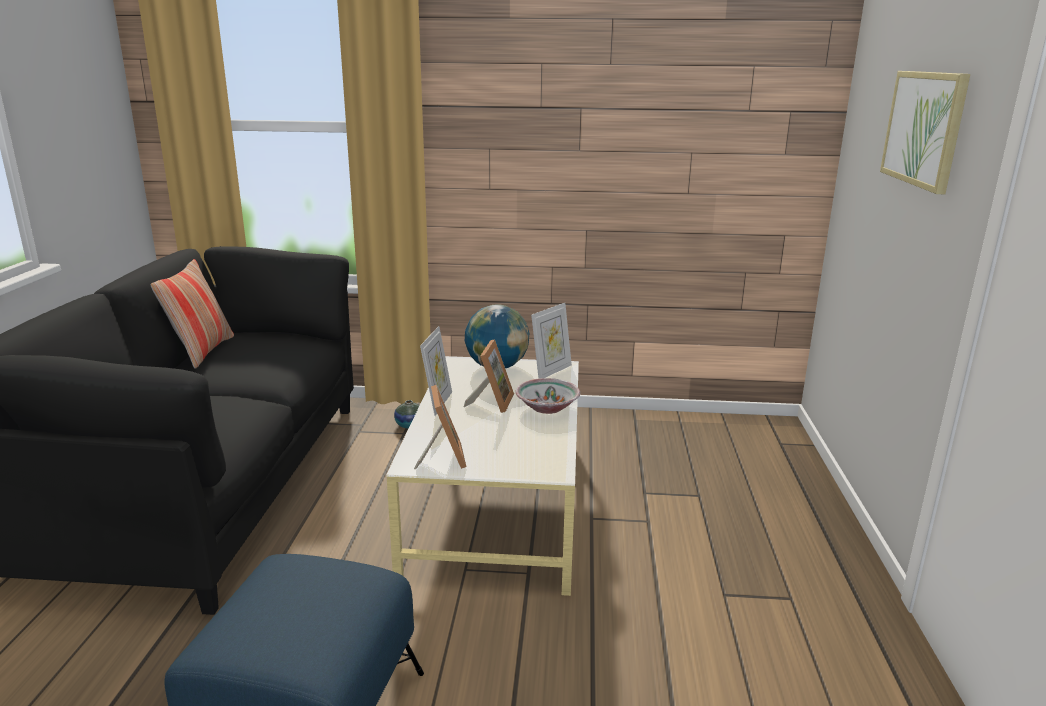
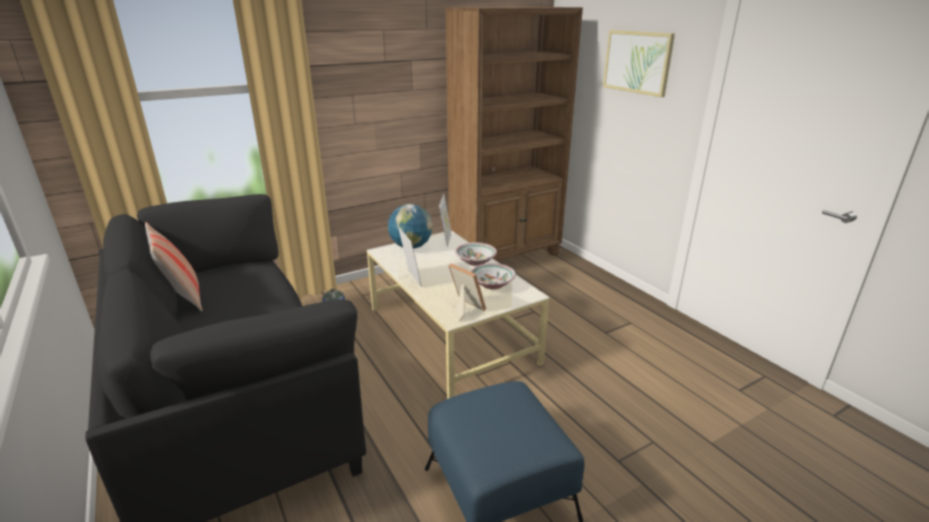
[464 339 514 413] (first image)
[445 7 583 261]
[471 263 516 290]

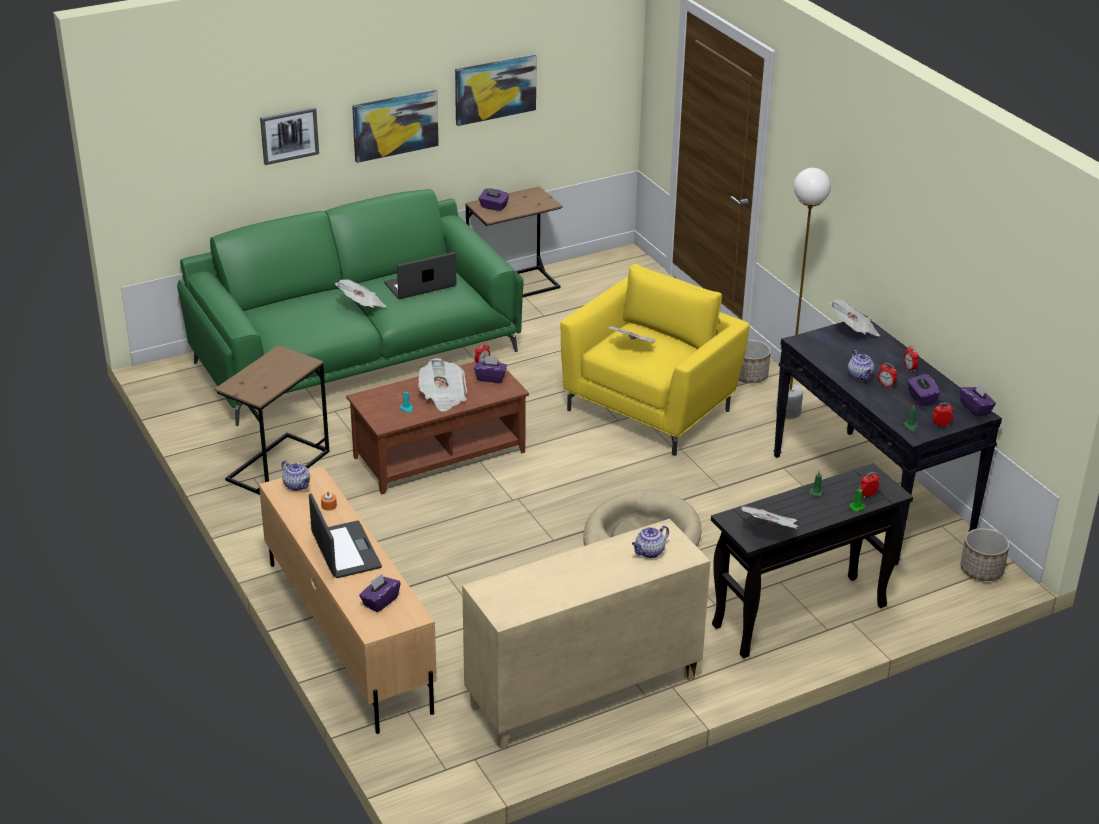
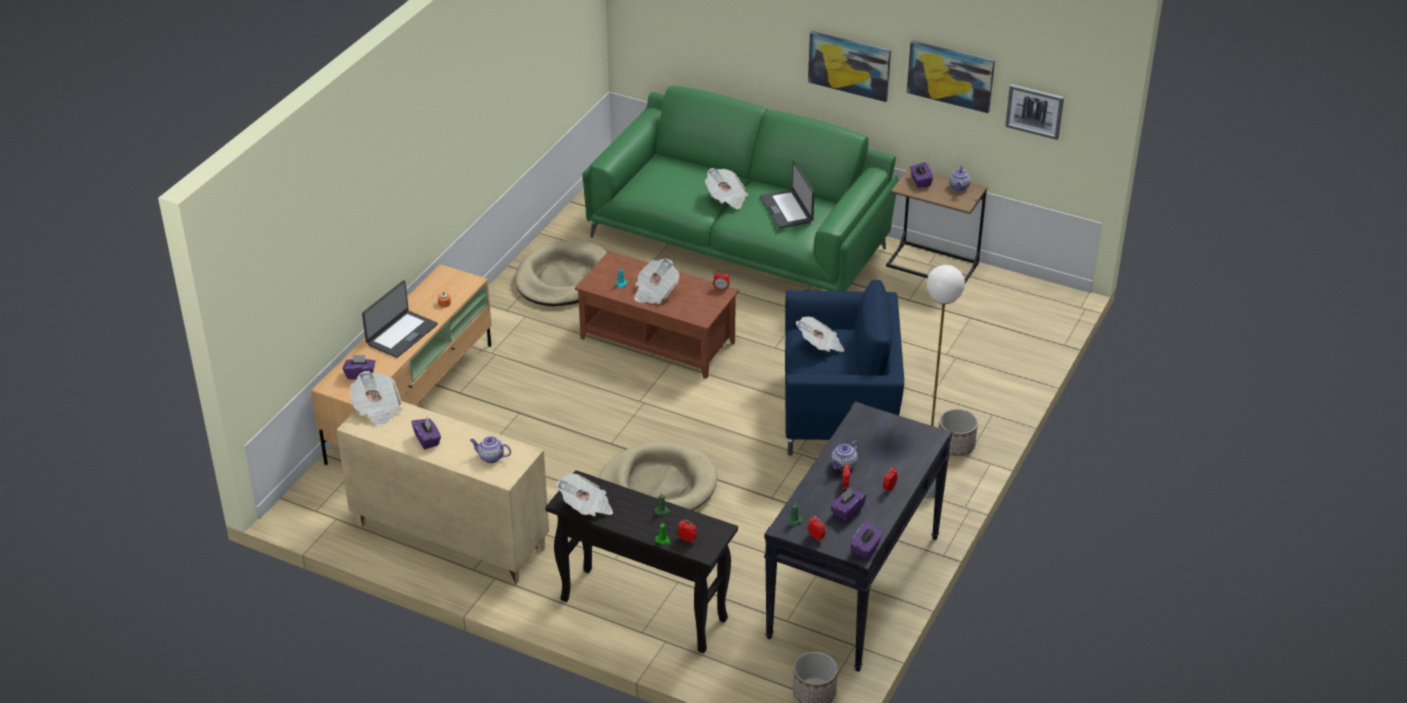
[515 239 607 306]
[1005 84 1064 140]
[949 166 971 191]
[760 161 815 229]
[412 417 441 449]
[785 279 904 456]
[350 371 402 426]

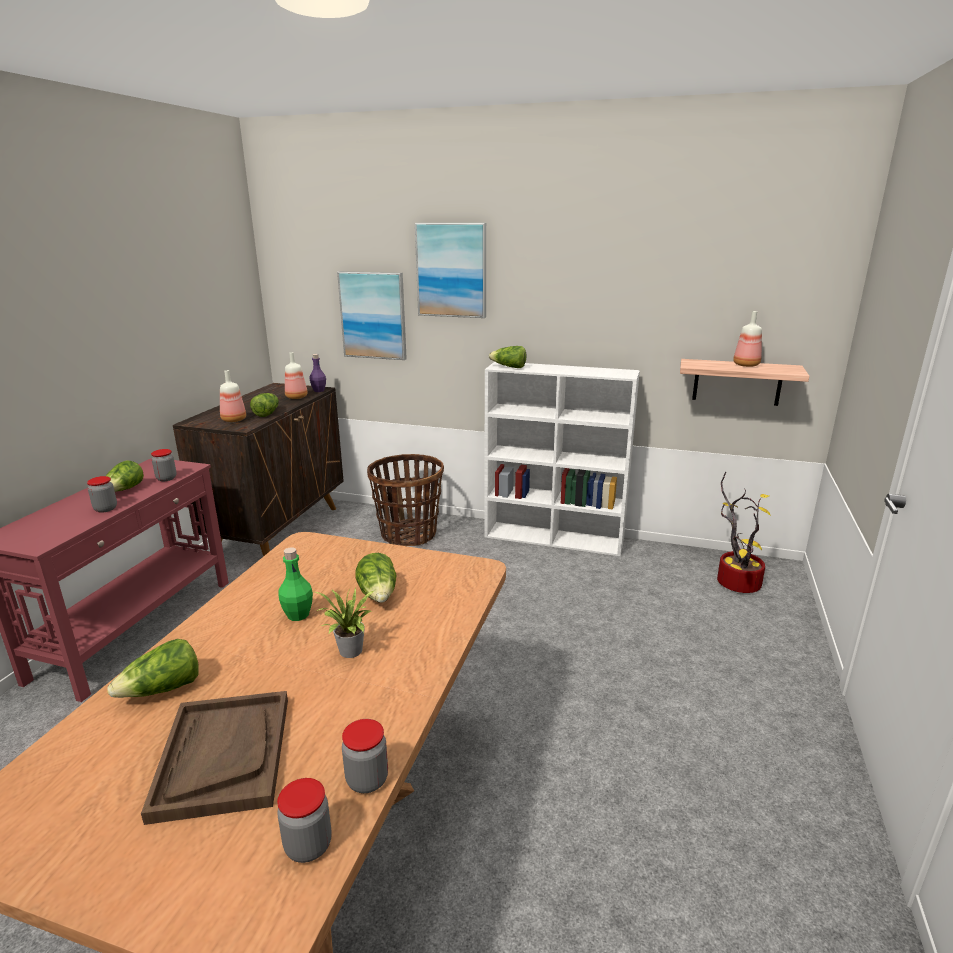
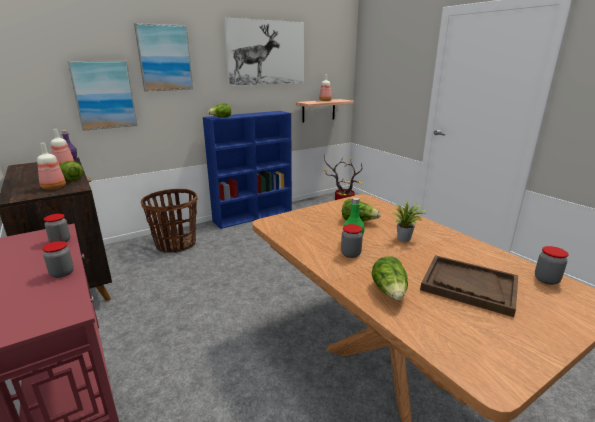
[106 460 144 492] (first image)
[341 224 363 258]
[203 111 292 229]
[224 18 304 86]

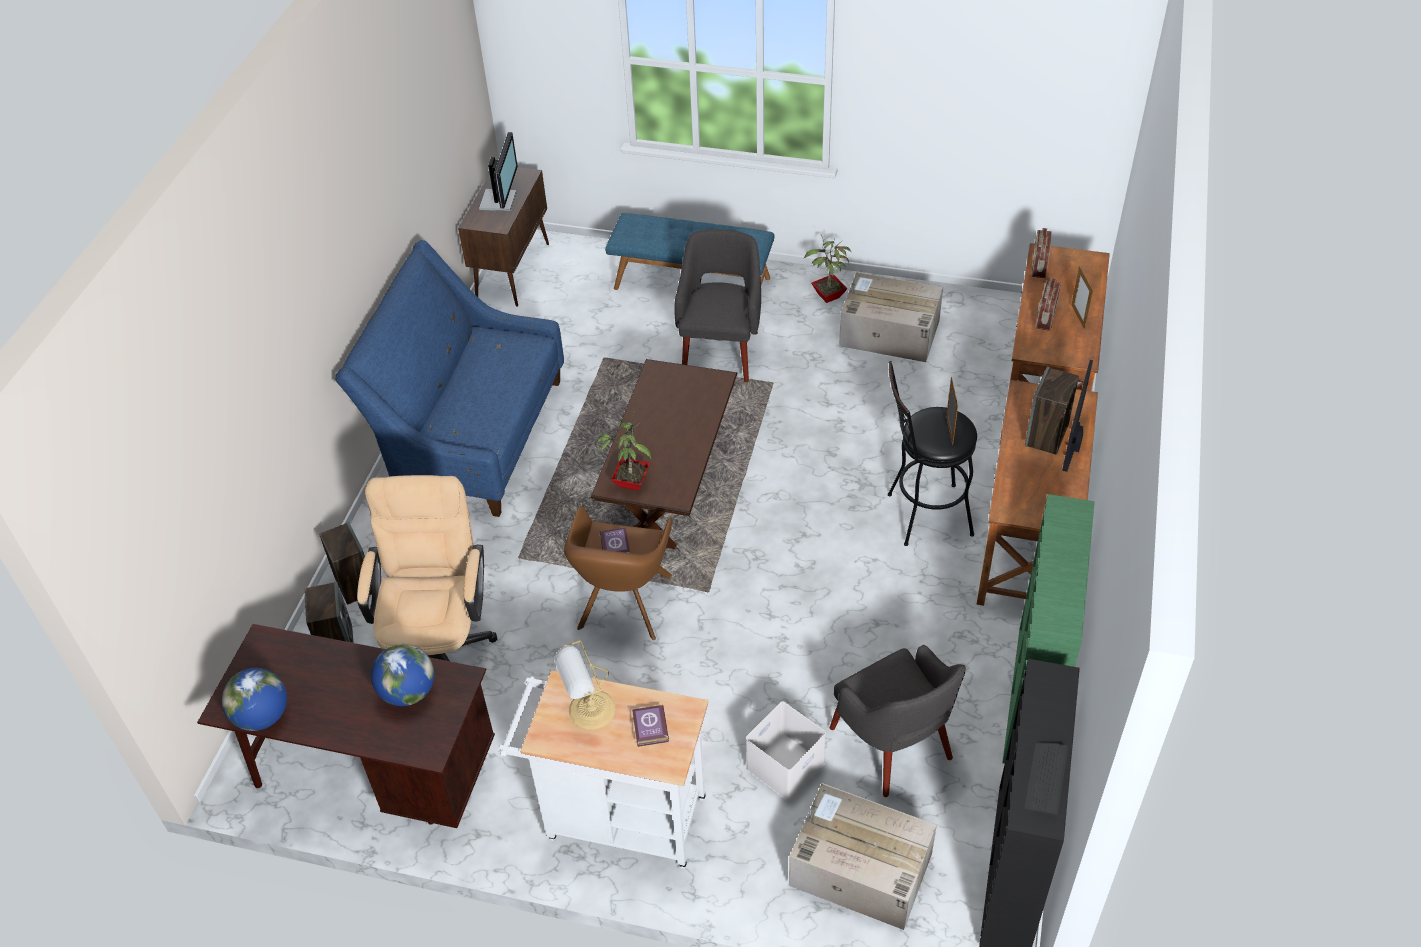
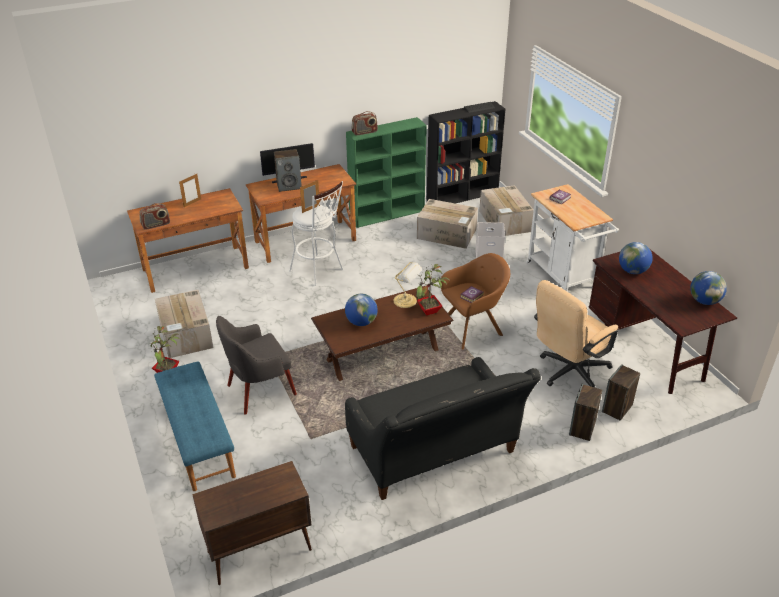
[345 357 541 500]
[479 132 518 211] (first image)
[394 262 422 308]
[417 199 478 249]
[289 181 343 286]
[352 111 378 135]
[345 294 378 326]

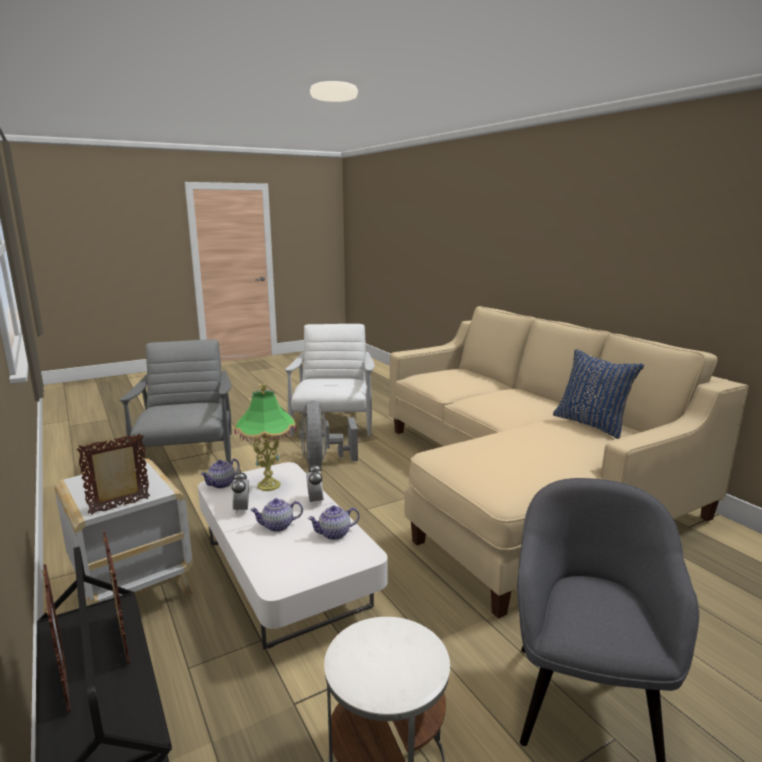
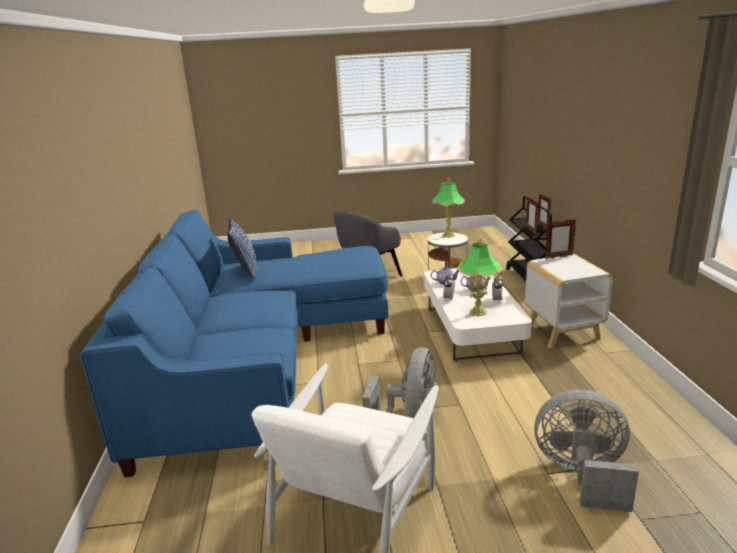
[534 390 639 512]
[201 459 240 488] (first image)
[80 209 389 477]
[432 178 465 238]

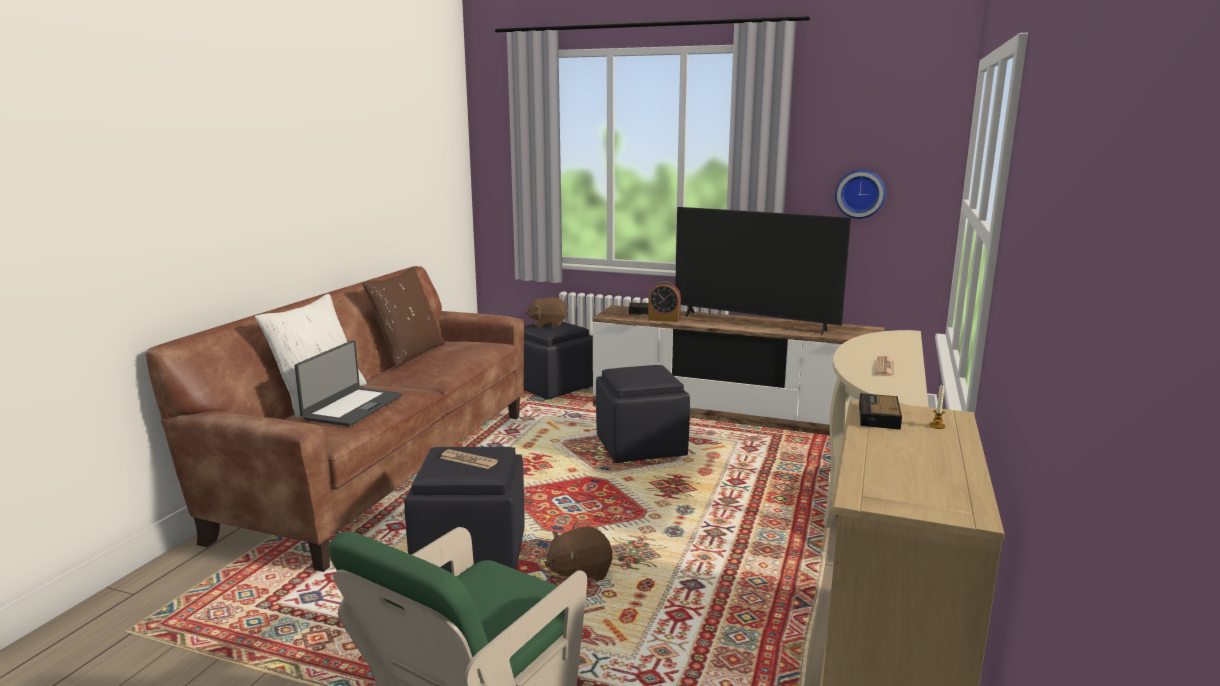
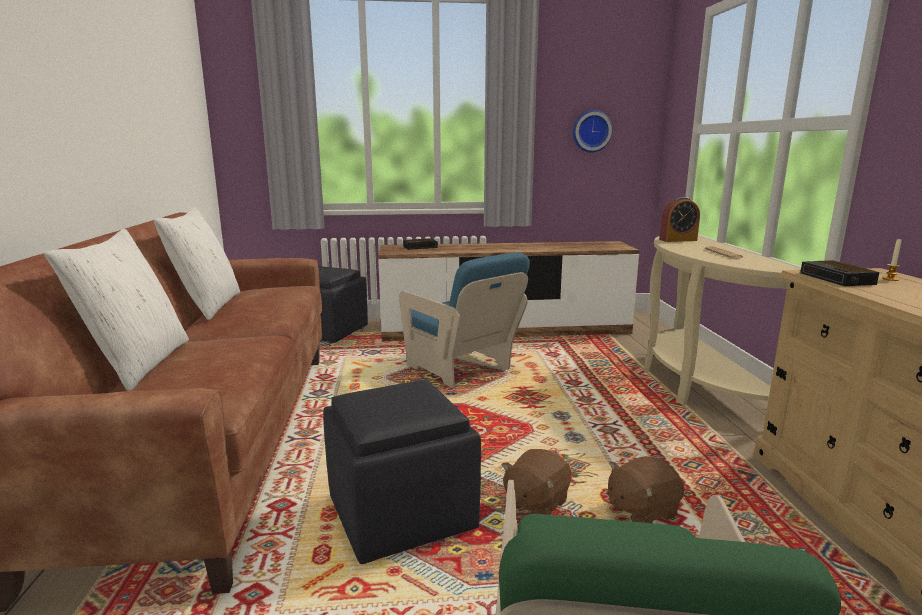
[294 340 402 426] (first image)
[154 207 240 320]
[440 449 498 469] (first image)
[608 456 685 523]
[399 252 530 388]
[659 197 700 242]
[675 207 851 335] (first image)

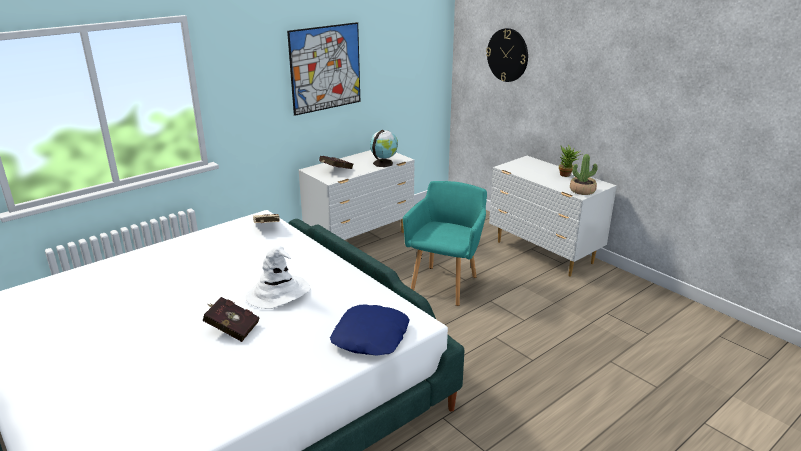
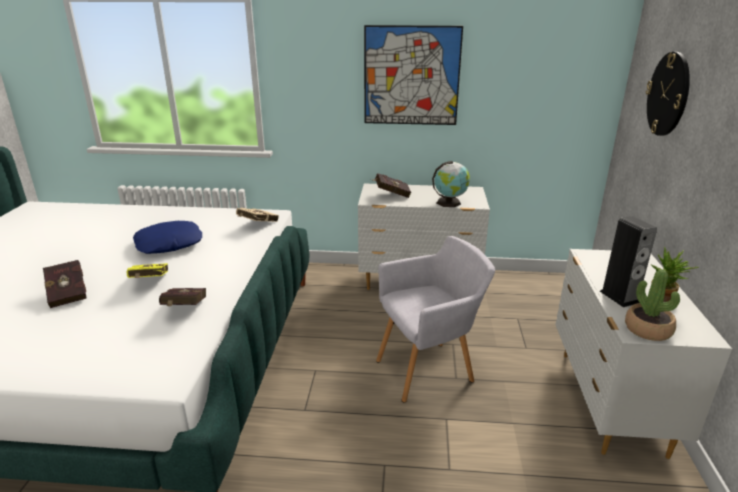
[127 263 168 278]
[133 221 202 254]
[376 236 495 403]
[159 288 206 307]
[600 216 657 307]

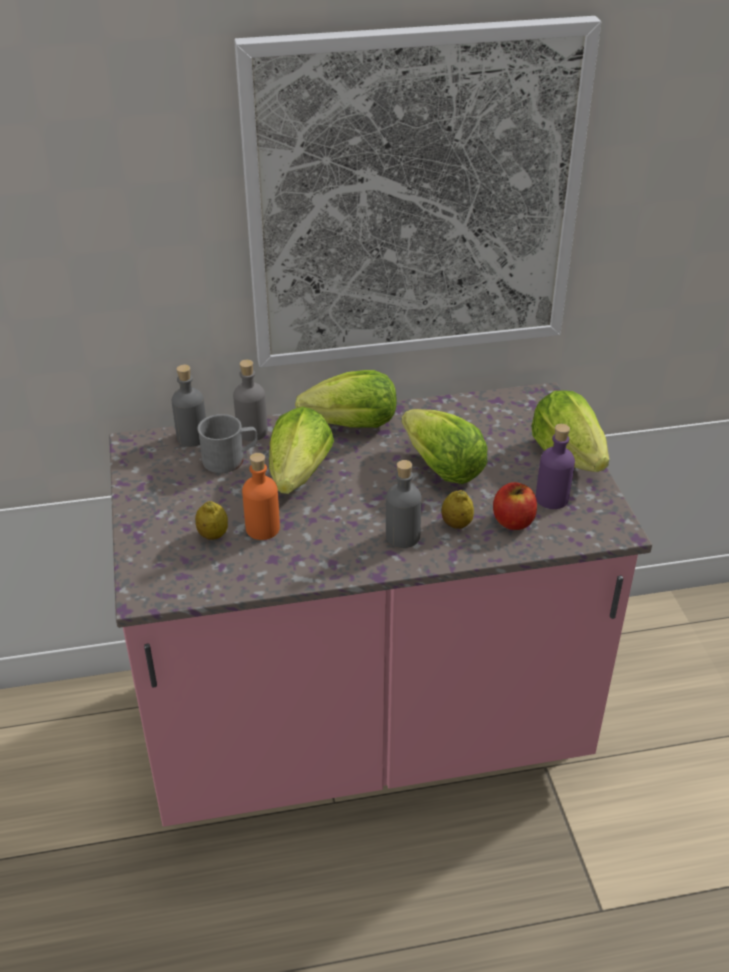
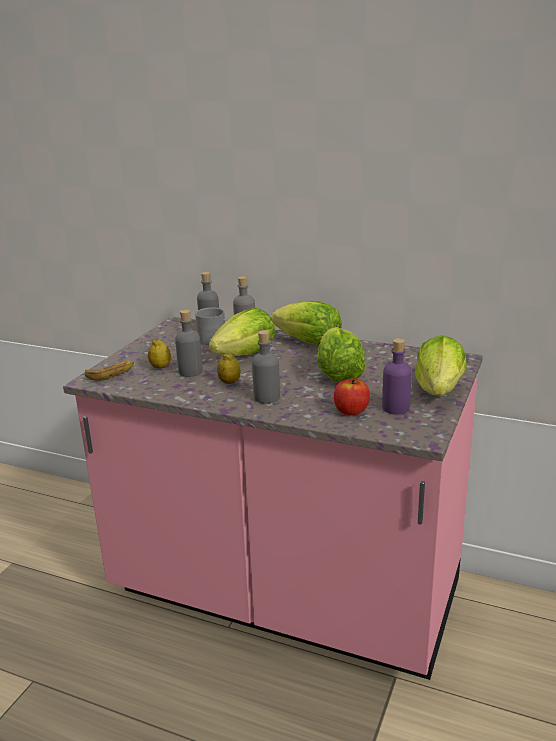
[234 16 601 368] (first image)
[175 309 203 377]
[217 353 241 384]
[85 361 134 381]

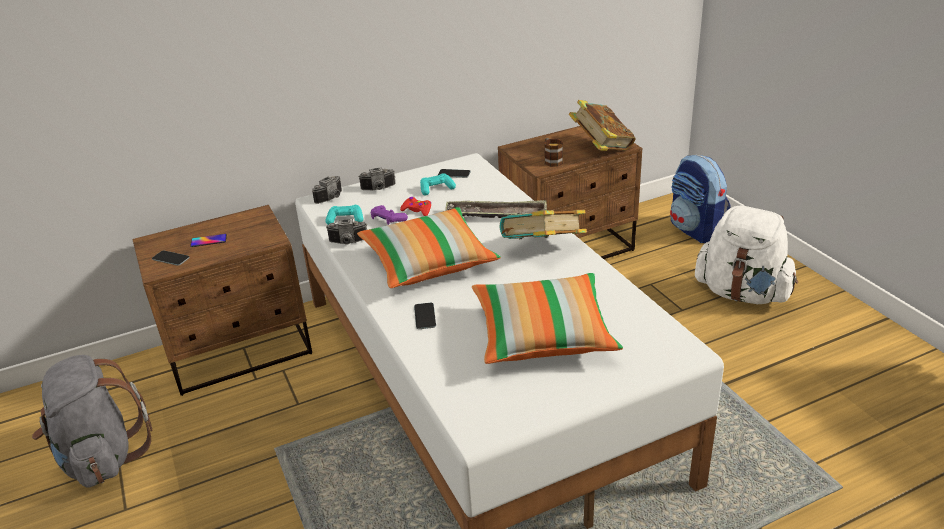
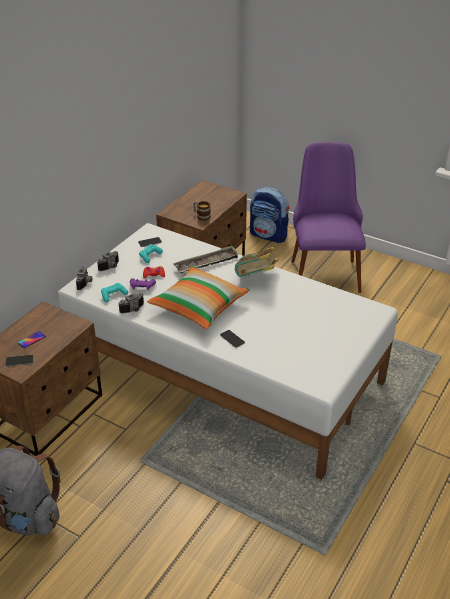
[472 273 623 364] (first image)
[569 100 636 151] (first image)
[292 142 366 293]

